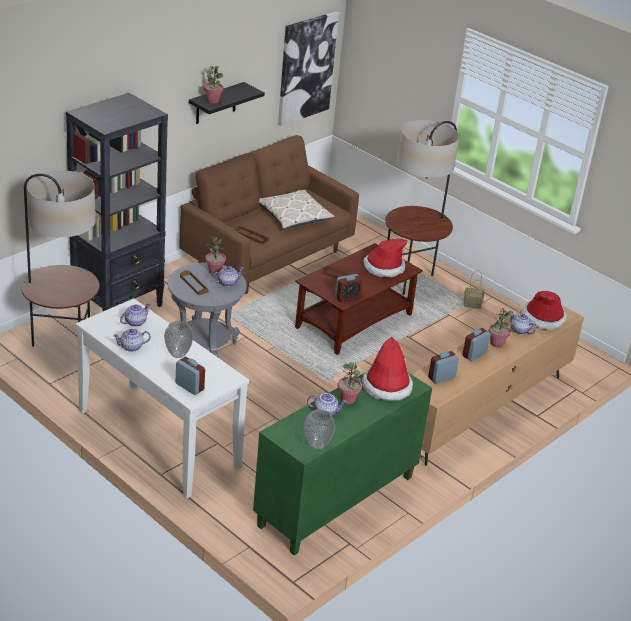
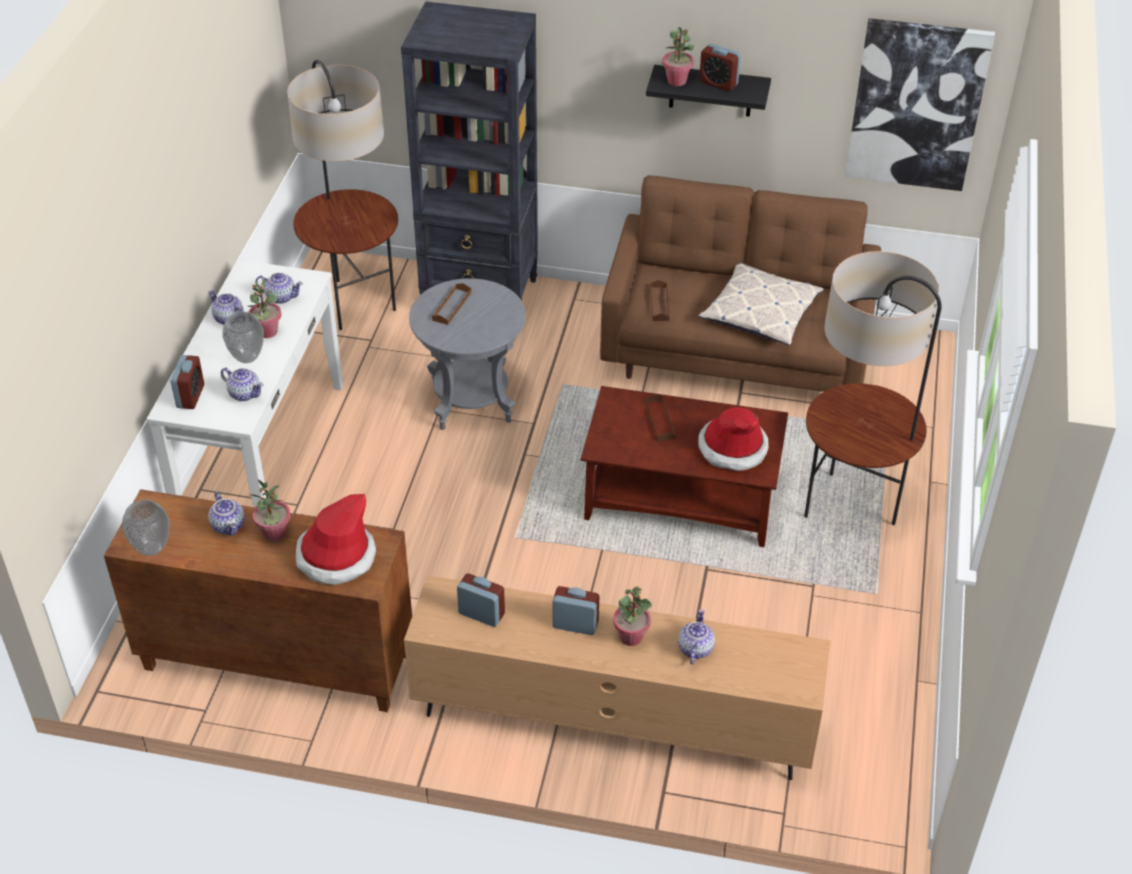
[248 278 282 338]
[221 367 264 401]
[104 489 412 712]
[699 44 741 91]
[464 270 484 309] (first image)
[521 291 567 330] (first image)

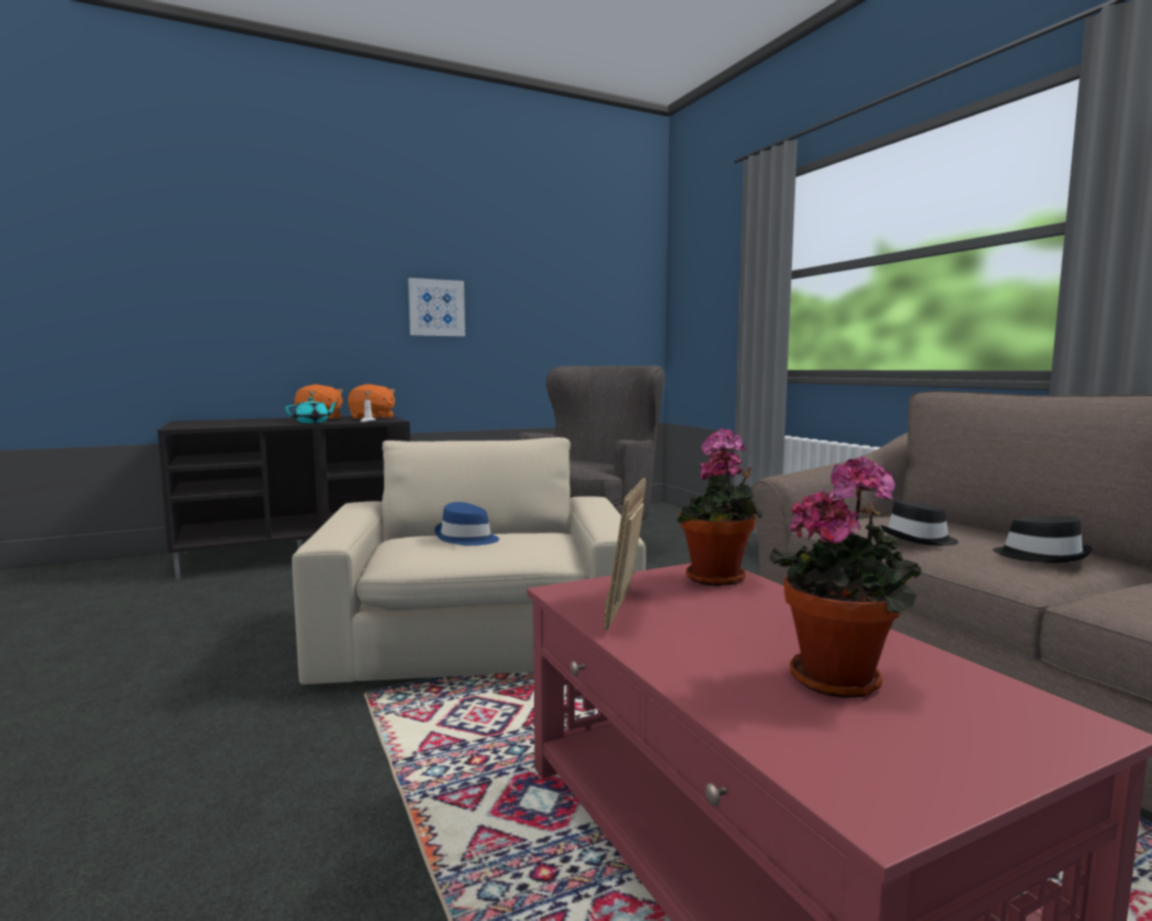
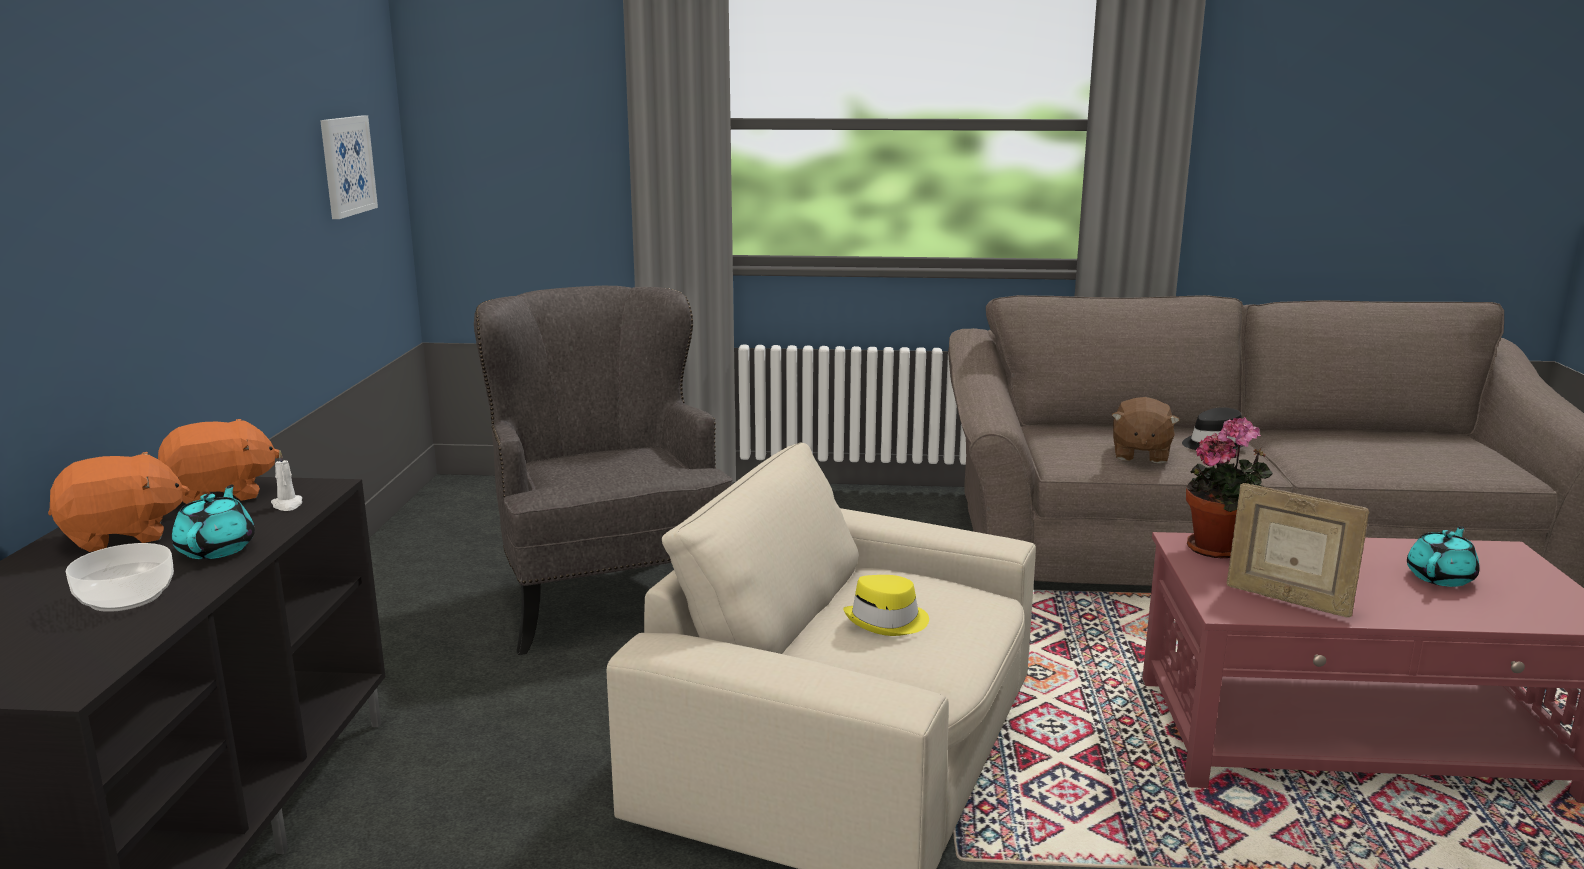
[320 116 378 219]
[843 575 929 636]
[1407 526 1480 587]
[1112 397 1180 463]
[65 543 174 612]

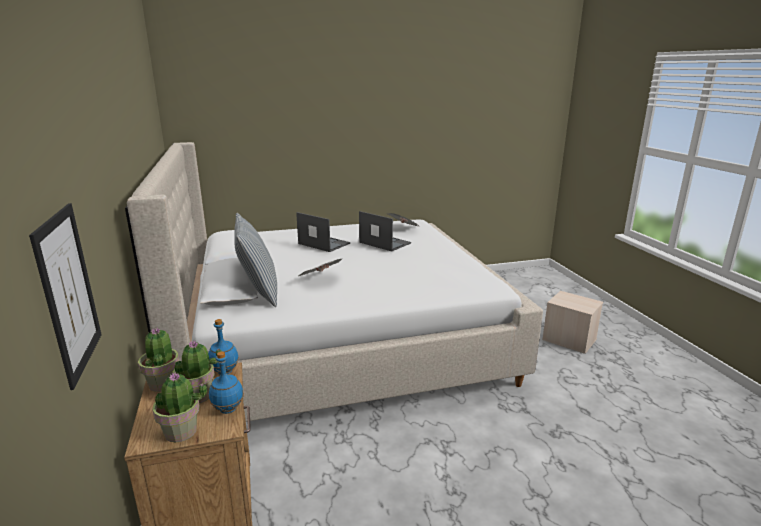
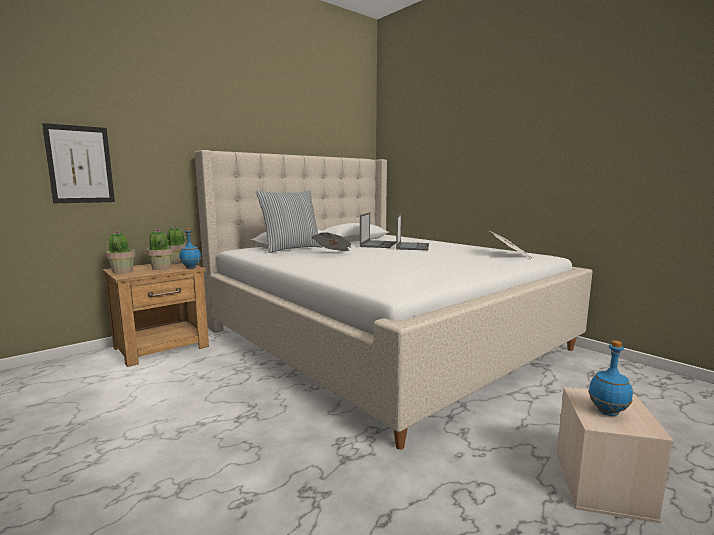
[588 340 633 416]
[360 212 396 248]

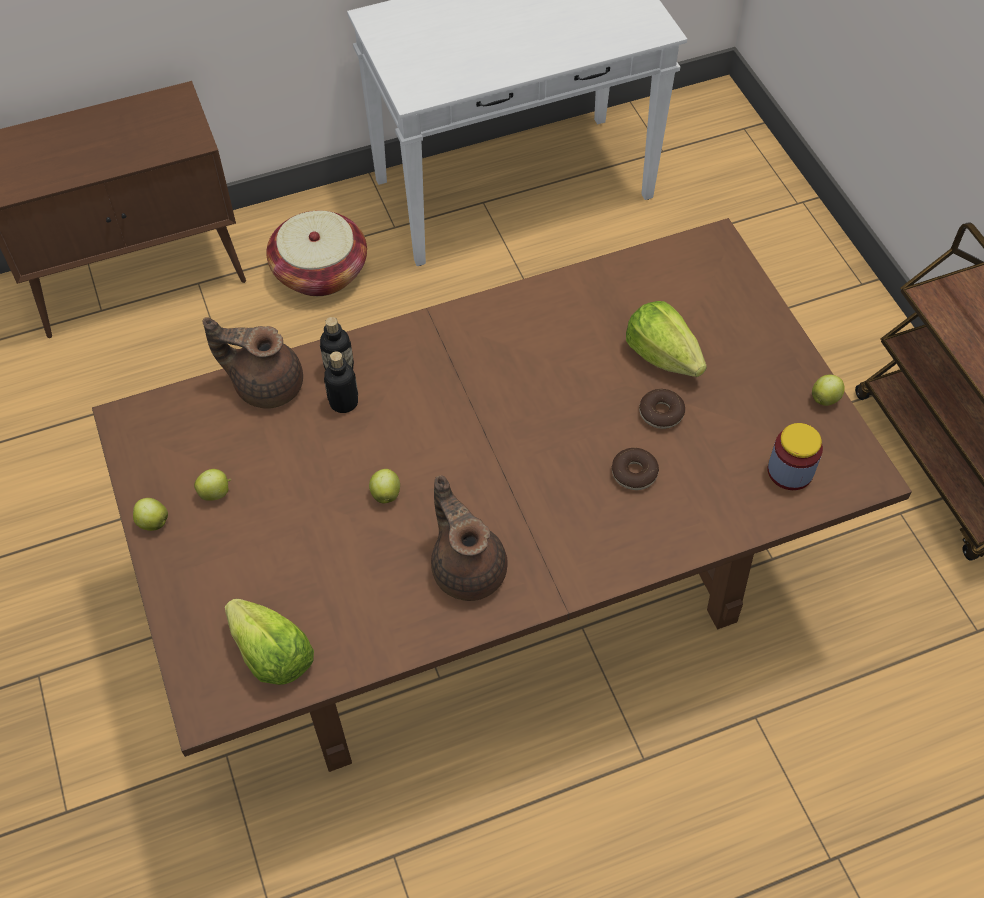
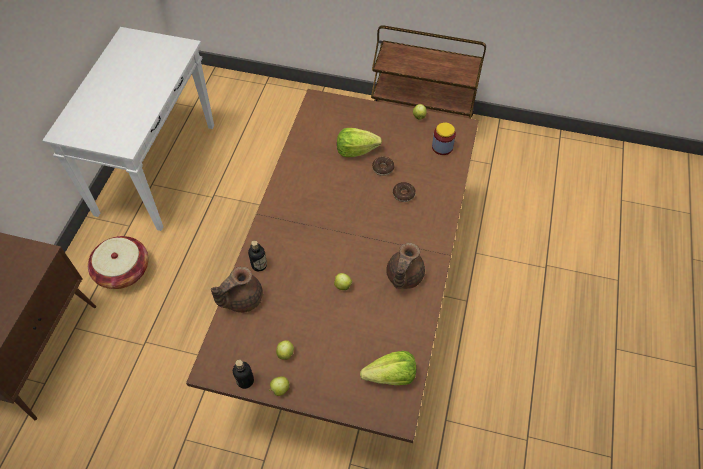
[233 360 254 389]
[386 242 425 289]

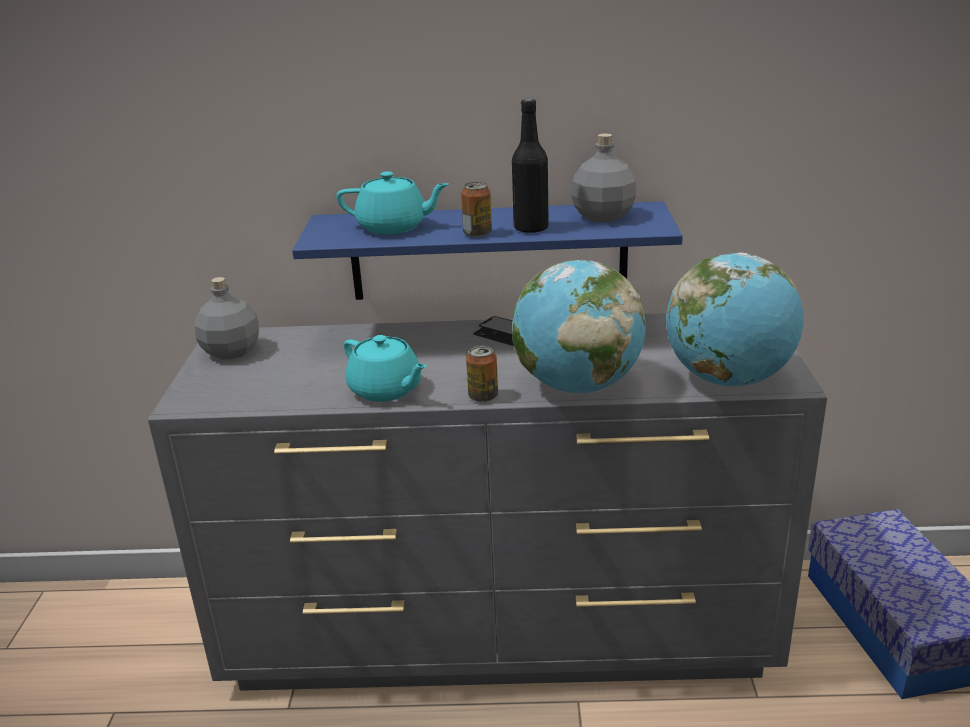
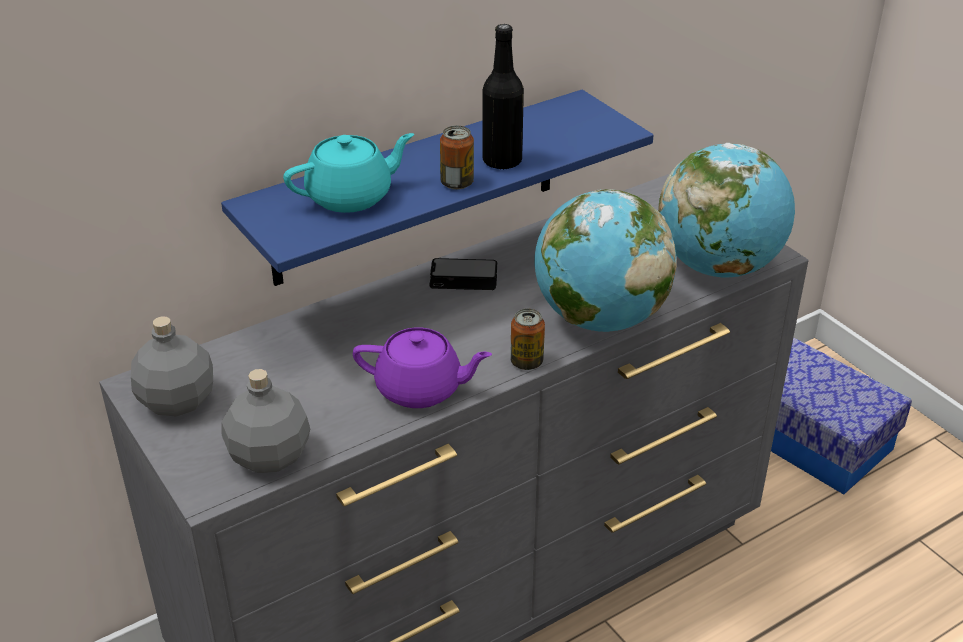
[353 327 492 408]
[221 369 310 473]

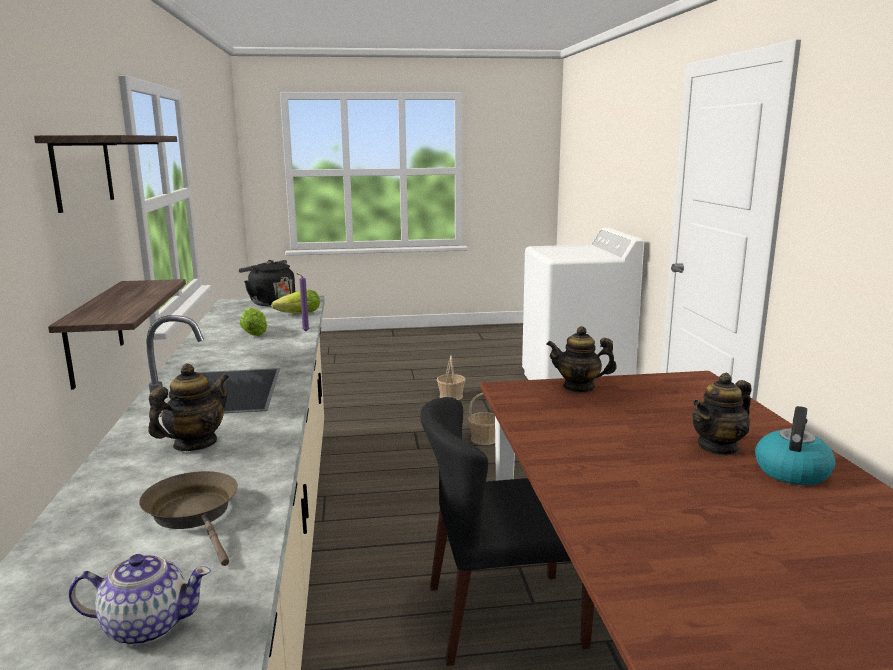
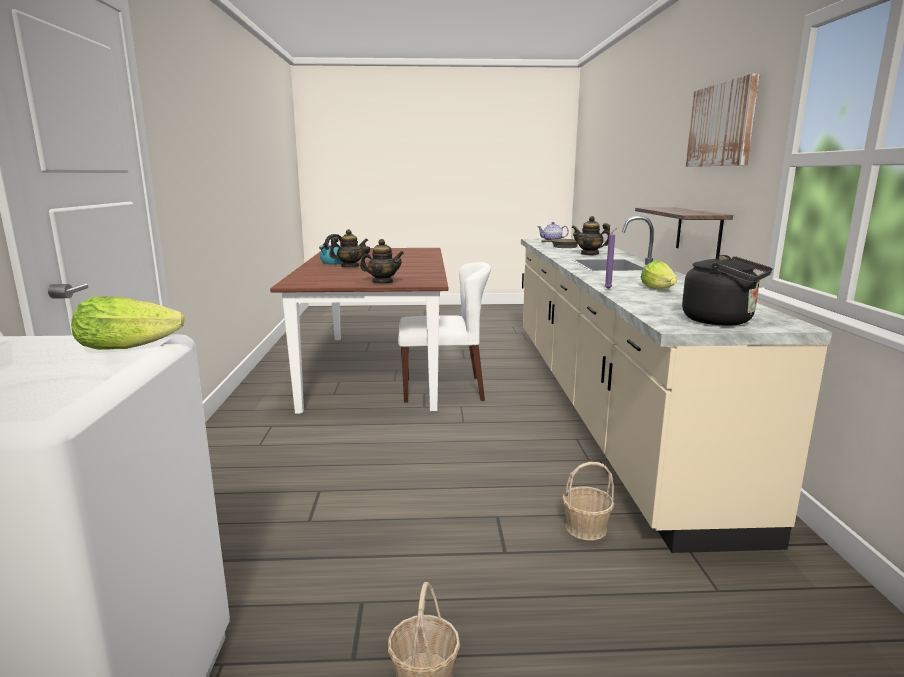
[686 73 760 167]
[571 216 610 255]
[71 296 185 350]
[398 262 491 402]
[562 462 614 541]

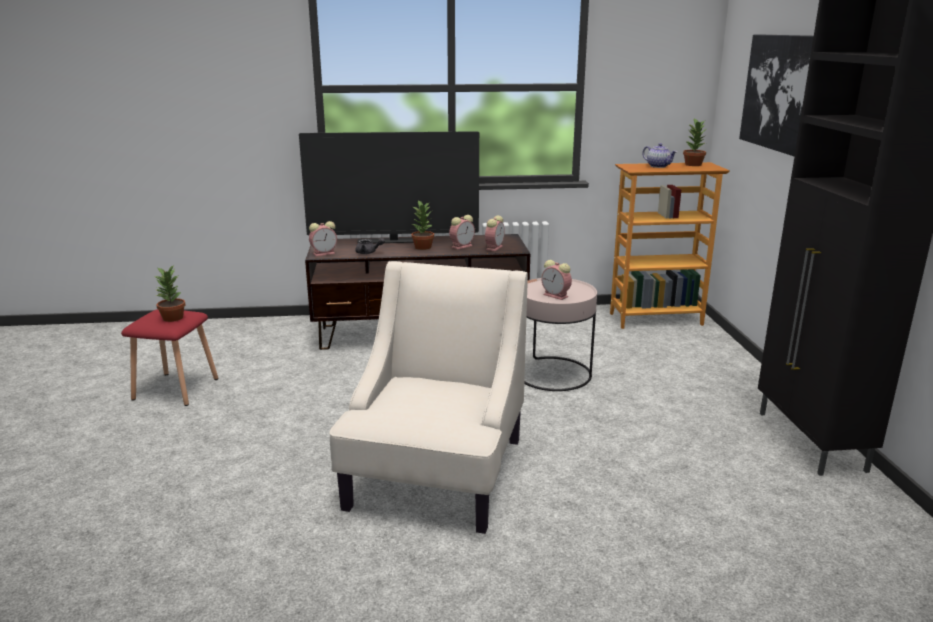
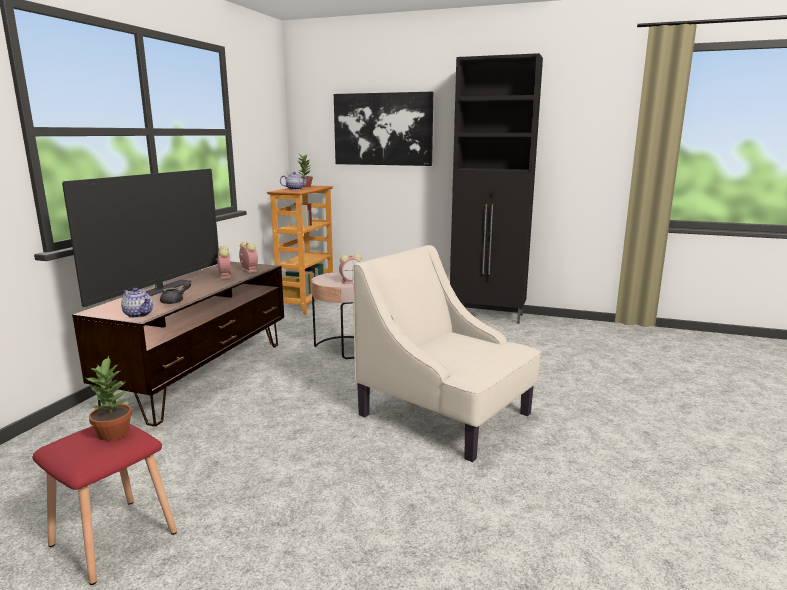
[121 288 153 318]
[411 200 434 250] (first image)

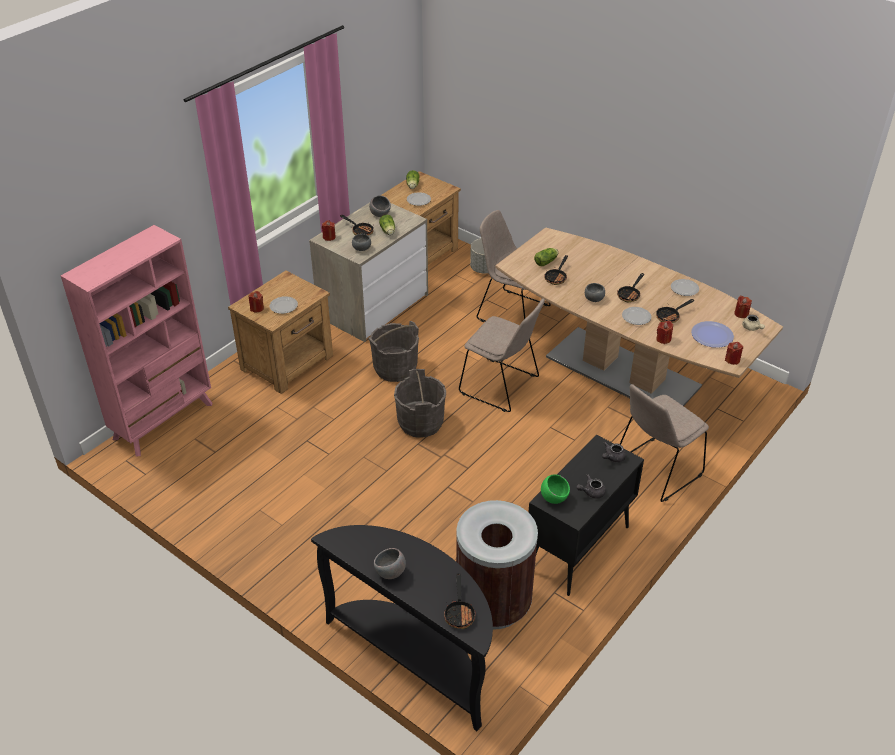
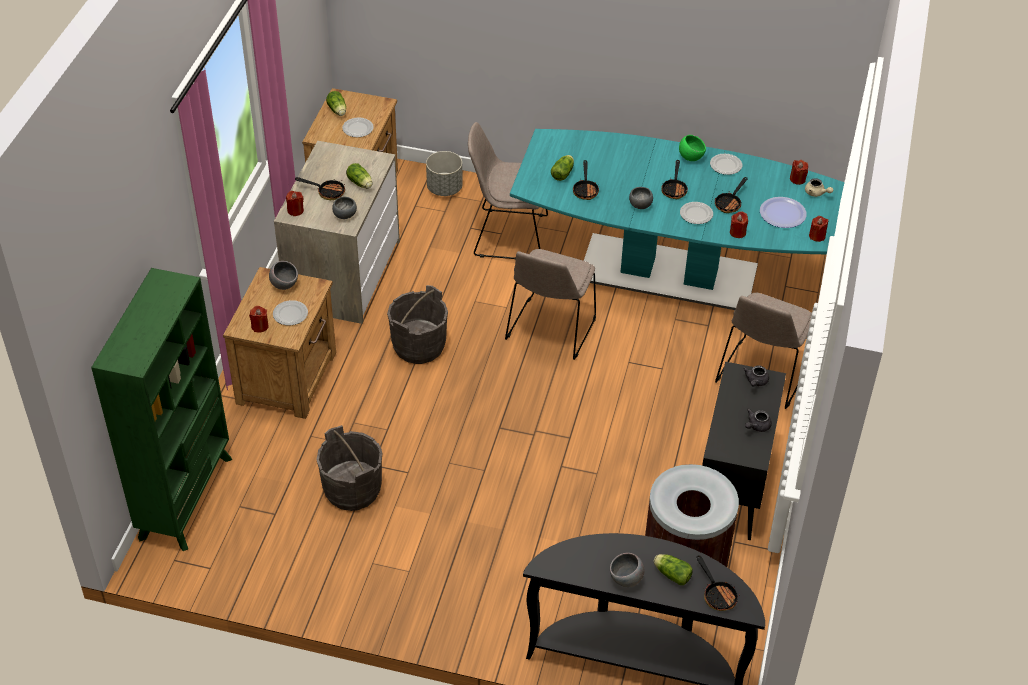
[91 268 232 551]
[269 261 298 290]
[316 425 382 511]
[505 249 596 360]
[510 129 844 310]
[679 135 706 161]
[653 554 693 585]

